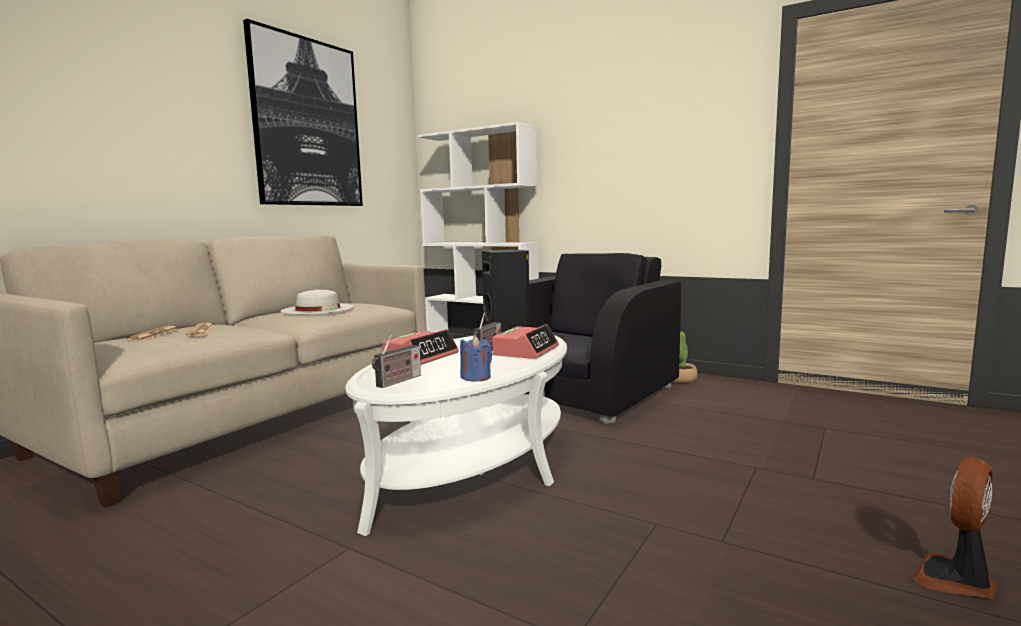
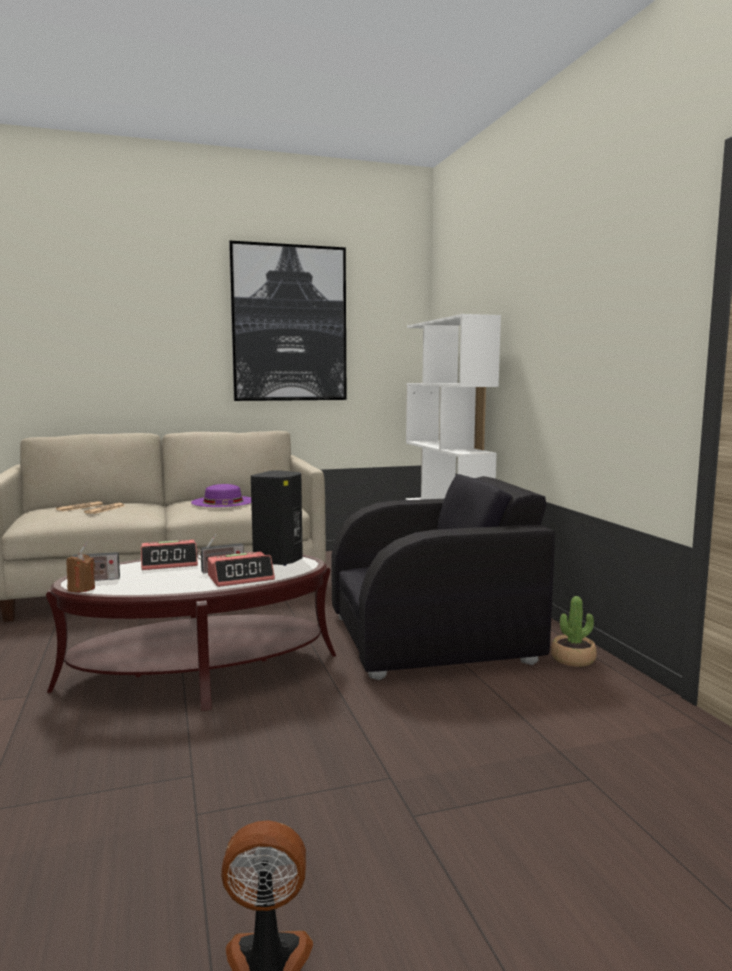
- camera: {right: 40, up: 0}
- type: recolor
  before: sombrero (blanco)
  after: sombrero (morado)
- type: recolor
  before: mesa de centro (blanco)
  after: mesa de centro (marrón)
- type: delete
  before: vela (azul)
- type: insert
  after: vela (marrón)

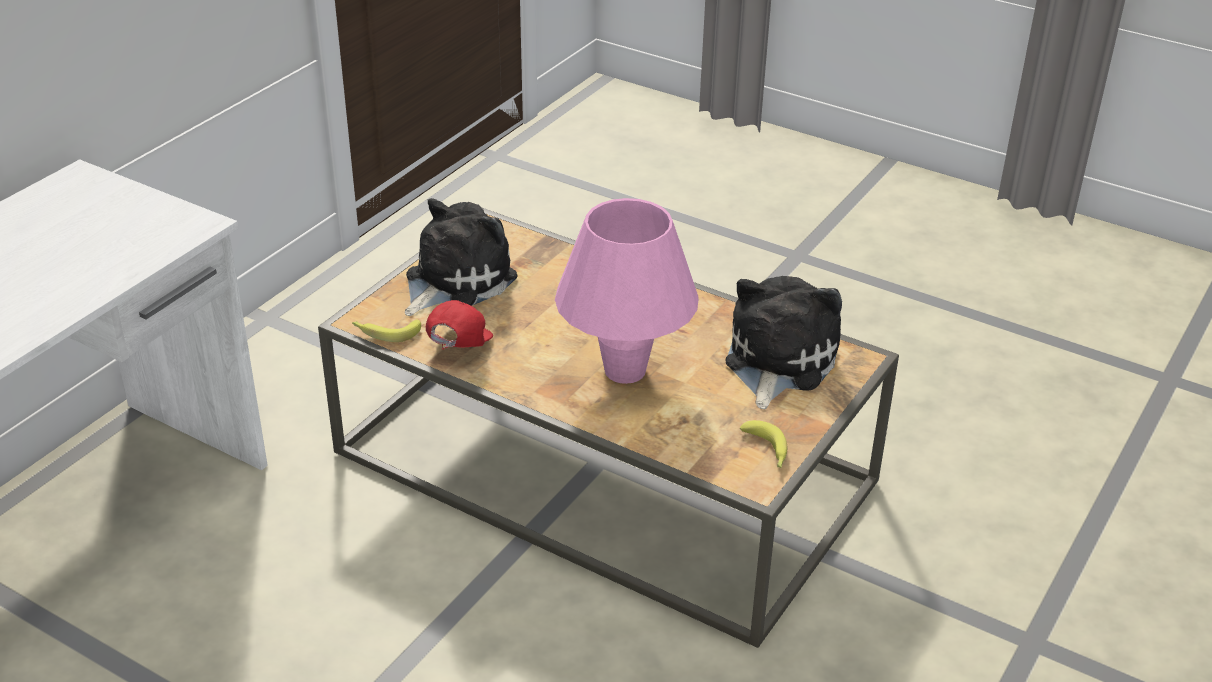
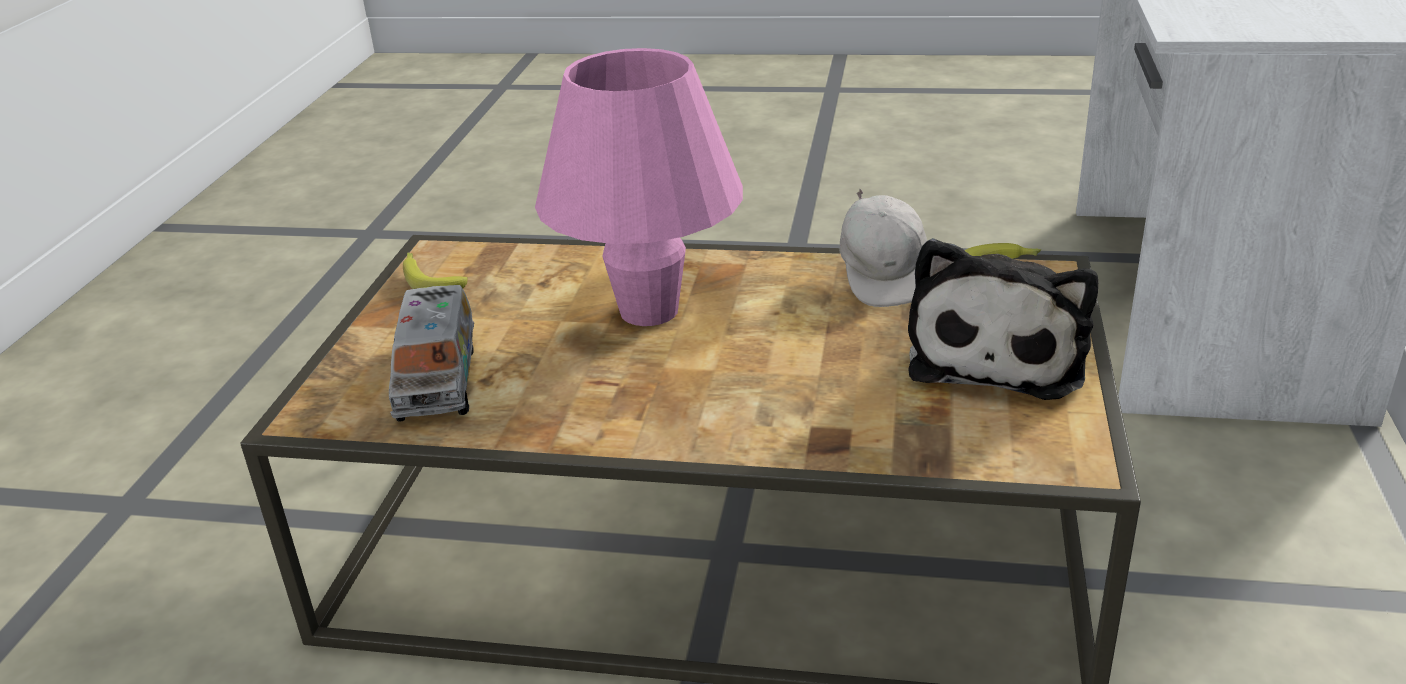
- camera: {right: 160, up: -5}
- type: replace
  before: peluche (2nd from left)
  after: camión de juguete
- type: recolor
  before: gorra (rojo)
  after: gorra (blanco)

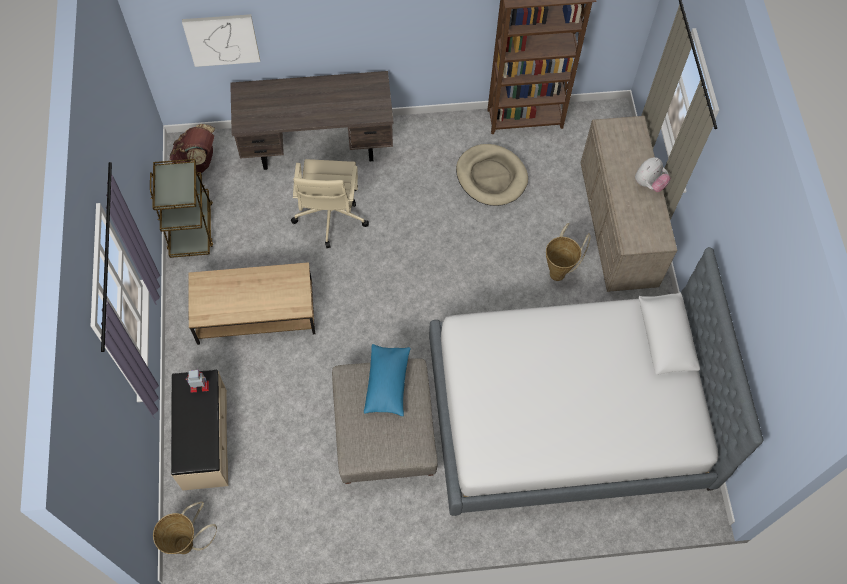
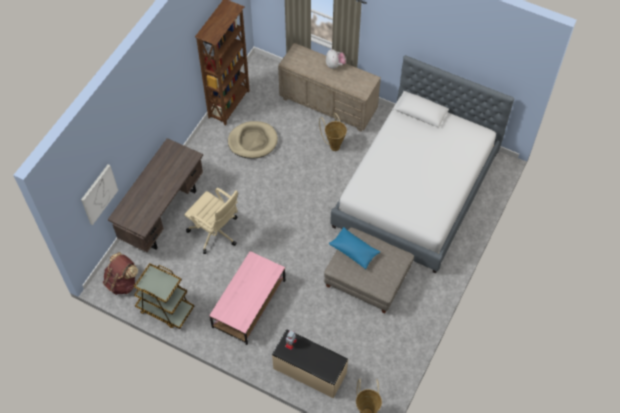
- camera: {right: -55, up: -5}
- type: recolor
  before: mesa de centro (marrón)
  after: mesa de centro (rosa)

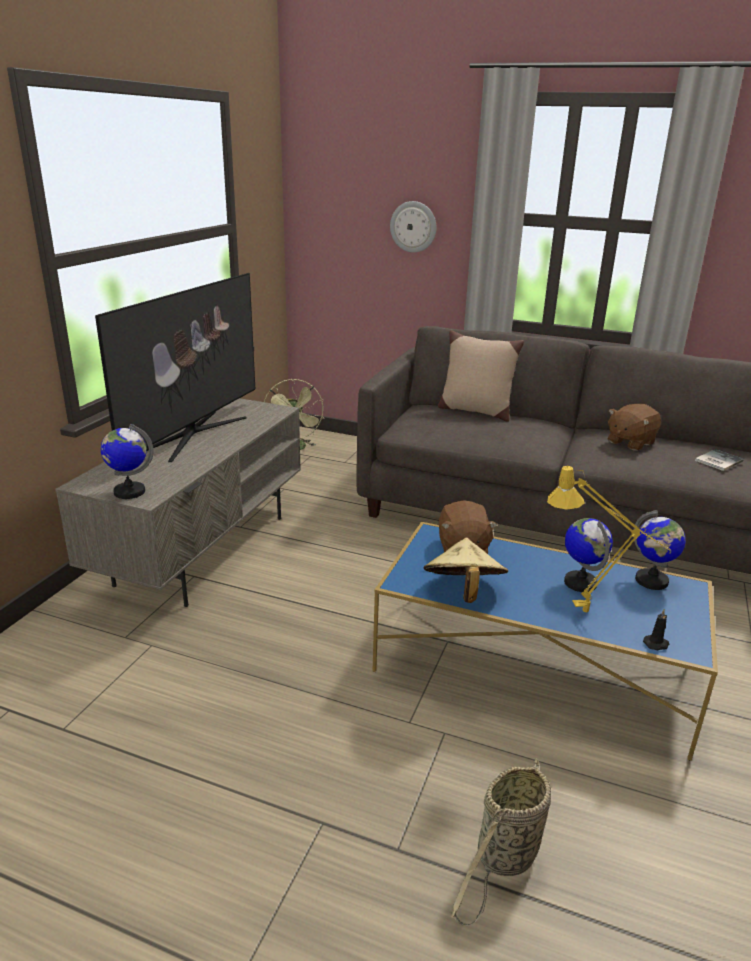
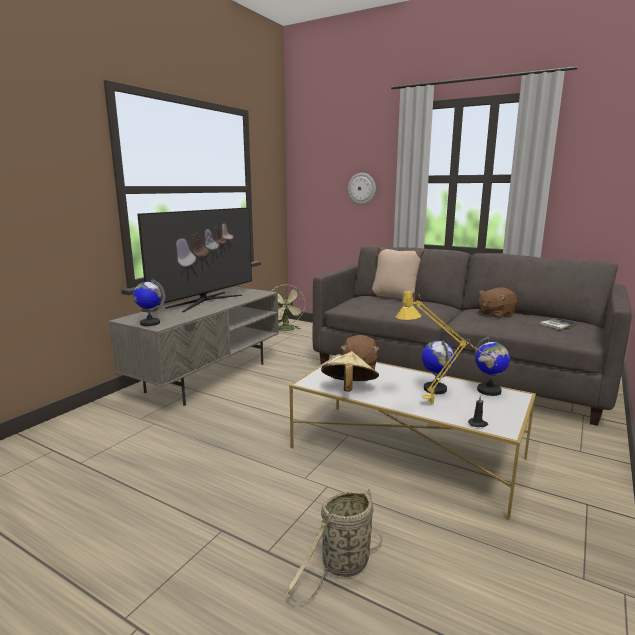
- camera: {right: 10, up: -10}
- type: recolor
  before: mesa de centro (azul)
  after: mesa de centro (blanco)

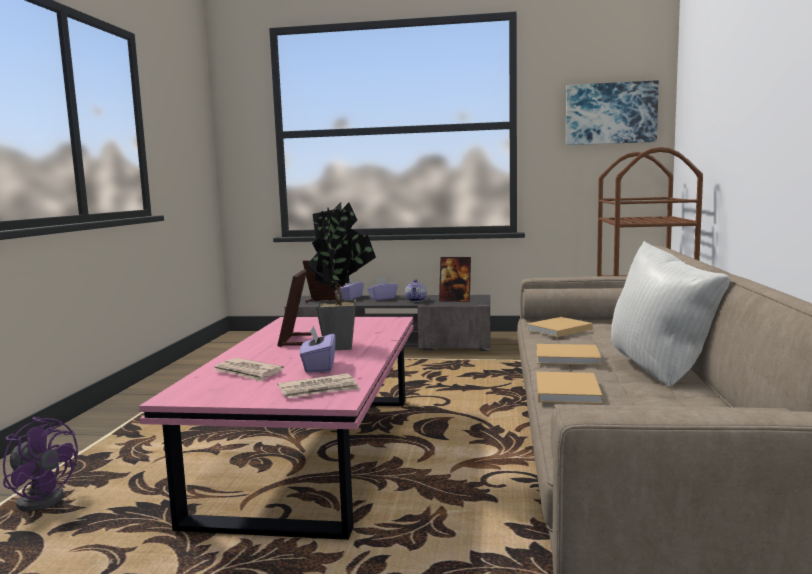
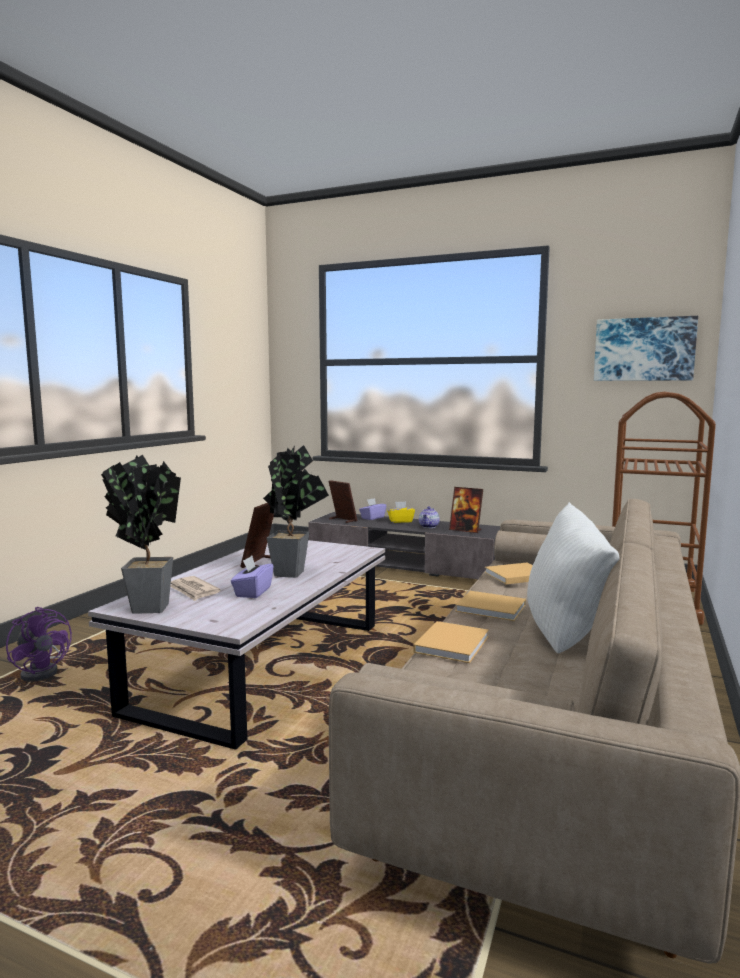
- camera: {right: 15, up: 0}
- type: recolor
  before: caja de pañuelos (morado) (3rd from left)
  after: caja de pañuelos (amarillo)
- type: recolor
  before: mesa de centro (rosa)
  after: mesa de centro (blanco)
- type: delete
  before: periódico (2nd from left)
- type: insert
  after: planta en maceta (1st from left)

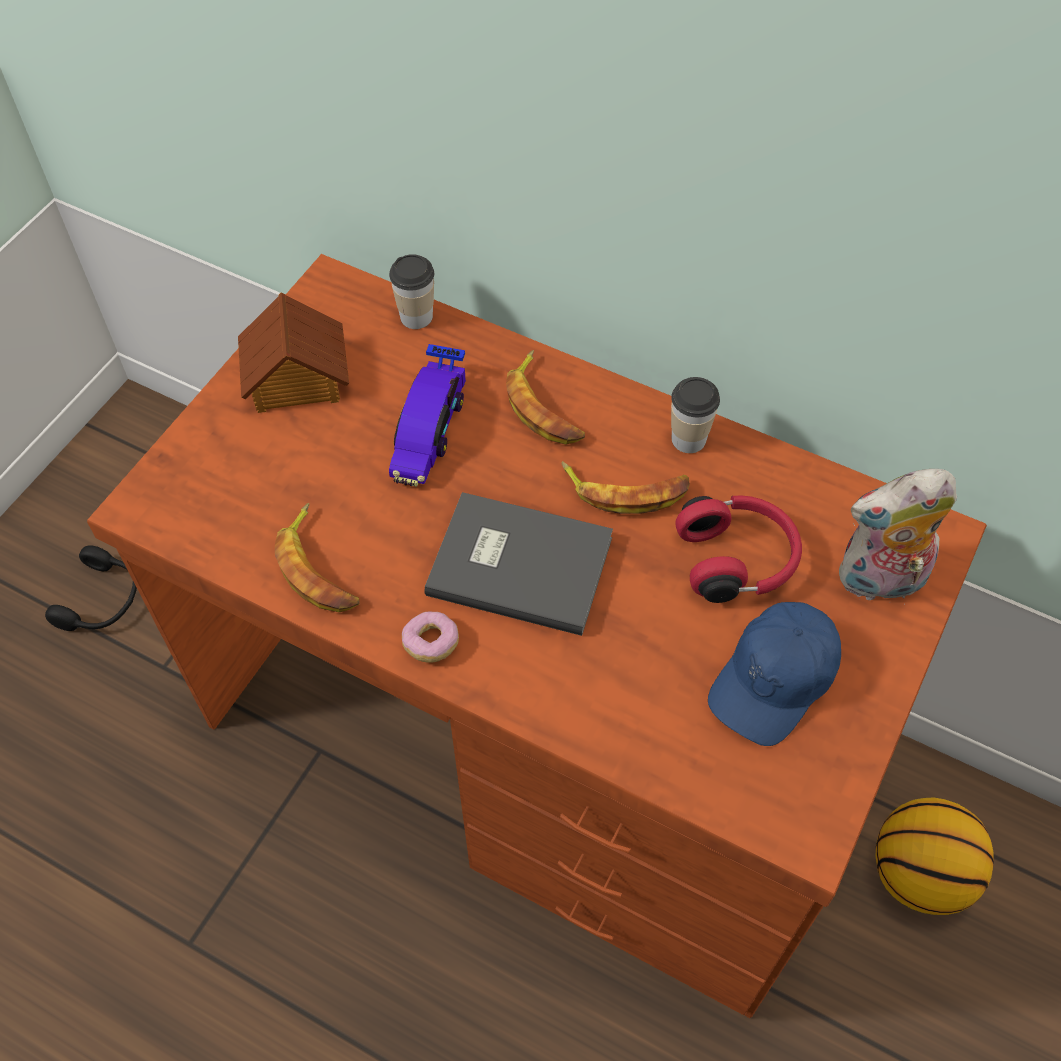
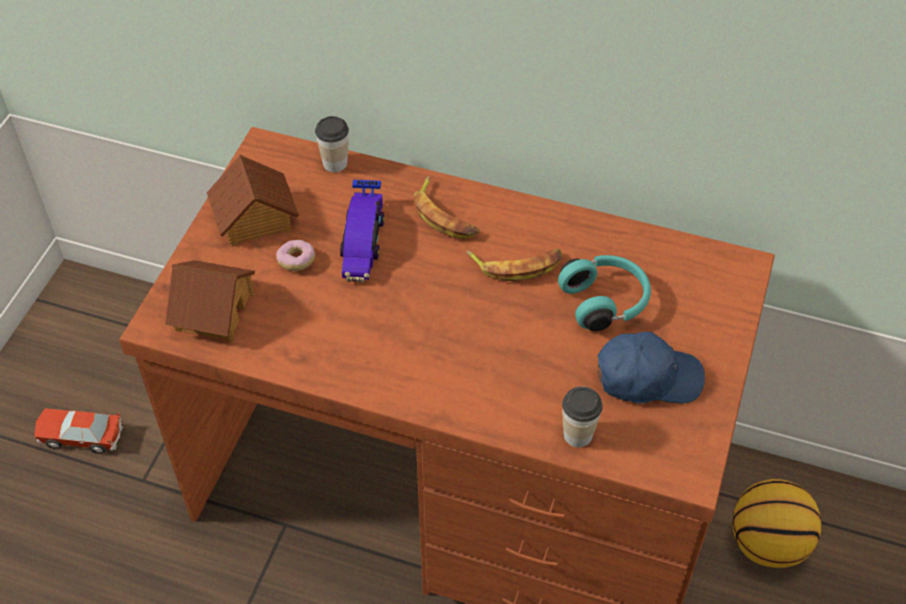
- camera: {right: -10, up: -5}
- type: move
  before: taza (2nd from left)
- type: delete
  before: peluche
- type: delete
  before: libro (gris)
- type: recolor
  before: auriculares (rojo)
  after: auriculares (turquesa)
- type: delete
  before: plátano (1st from left)
- type: replace
  before: auriculares (negro)
  after: coche de juguete (1st from left)
- type: rotate
  before: gorra (azul)
  turn: -120
- type: move
  before: rosquilla
- type: insert
  after: casita (1st from left)

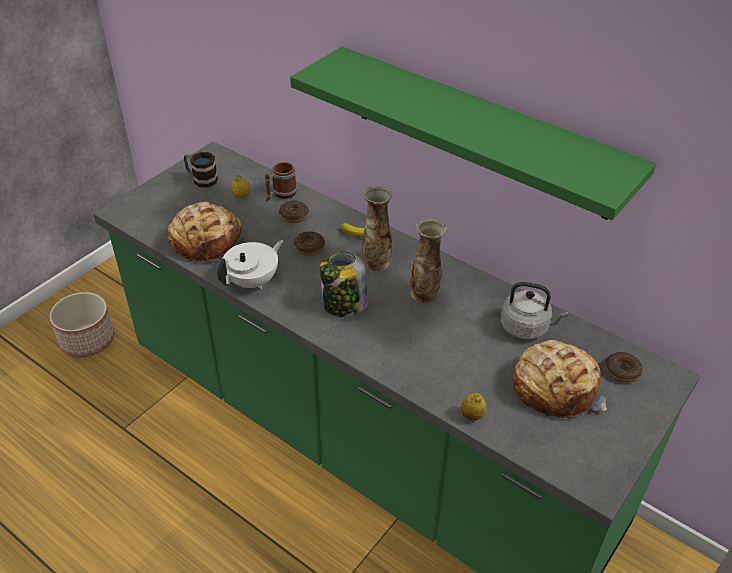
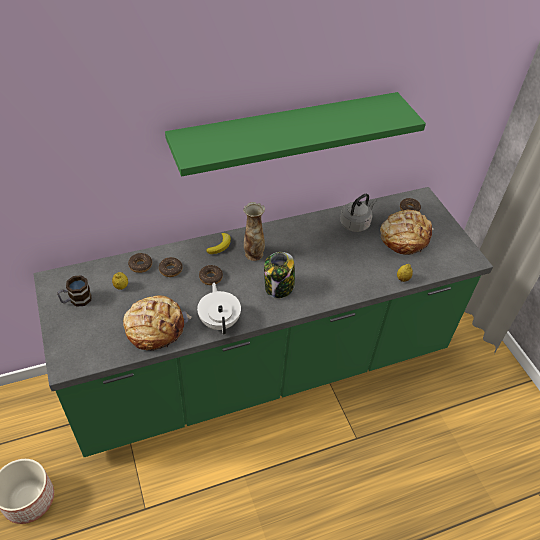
- camera: {right: -60, up: 5}
- type: replace
  before: taza grande (2nd from left)
  after: rosquilla (1st from left)
- type: delete
  before: florero (2nd from left)

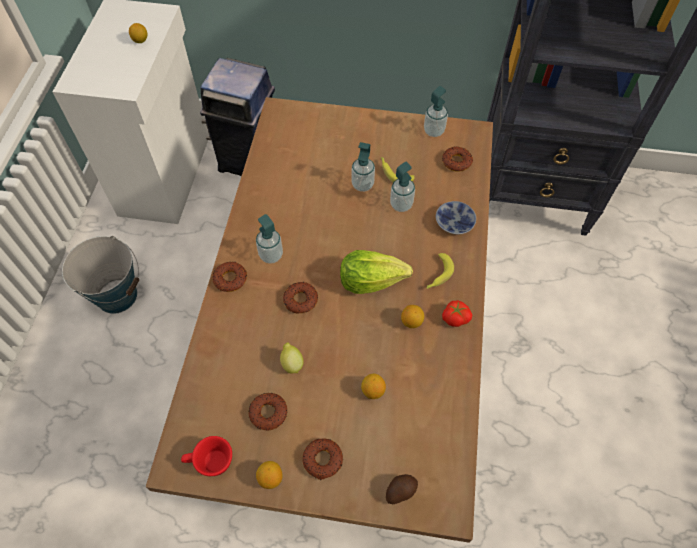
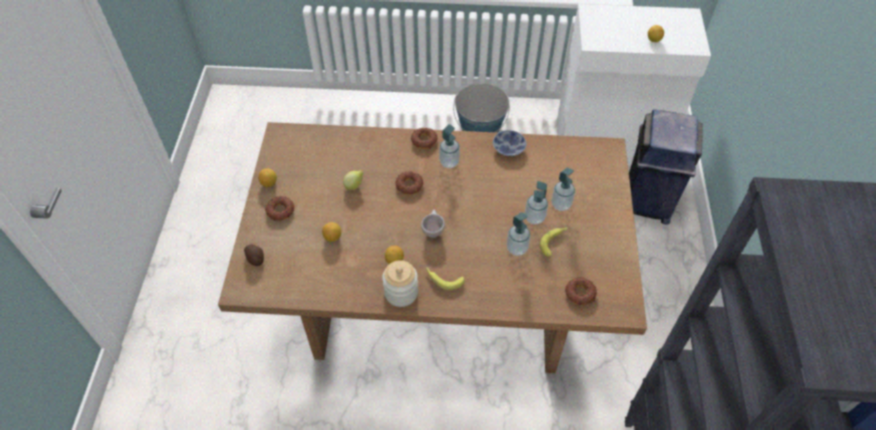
- camera: {right: 85, up: -5}
- type: move
  before: dispensador de jabón (4th from left)
- type: move
  before: cuenco
- type: replace
  before: lechuga
  after: taza (beis)
- type: replace
  before: tomate
  after: tarro
- type: delete
  before: rosquilla (2nd from left)
- type: delete
  before: taza (rojo)

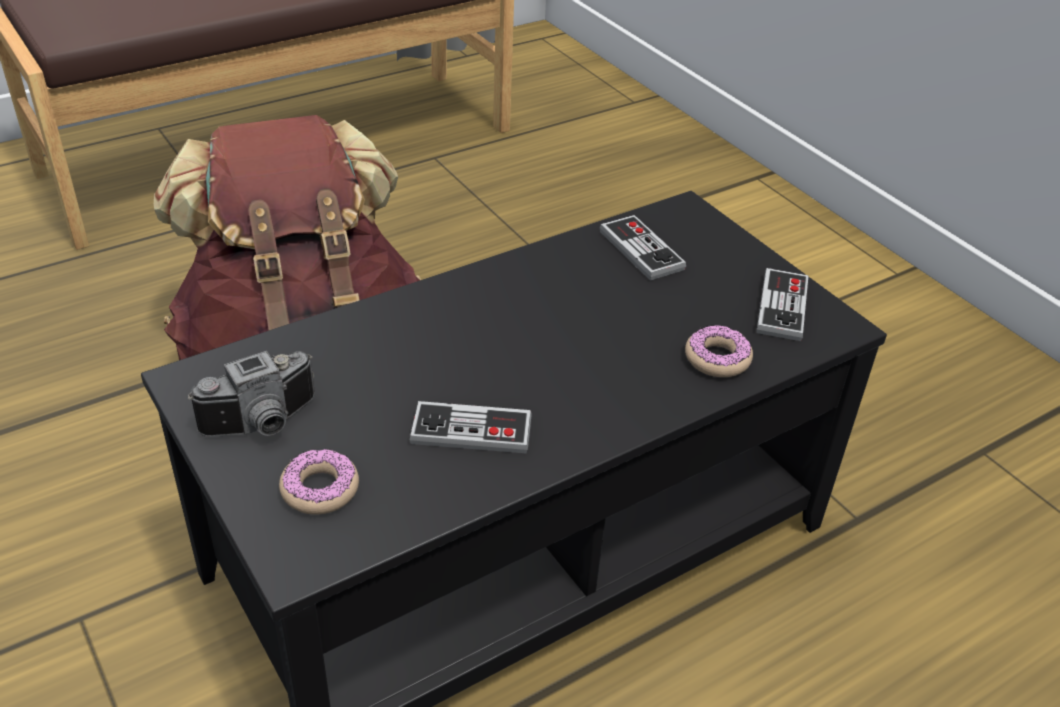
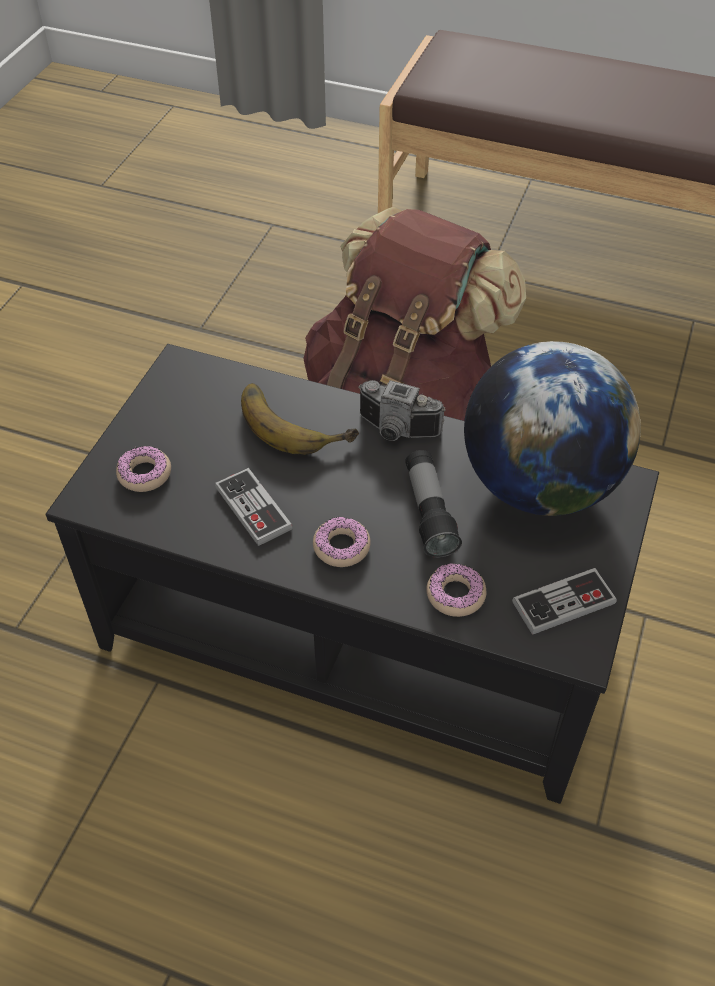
- camera: {right: 55, up: 10}
- type: replace
  before: mando de consola (2nd from left)
  after: globo terráqueo
- type: move
  before: cámara
- type: insert
  after: plátano
- type: insert
  after: linterna
- type: insert
  after: rosquilla (2nd from left)

